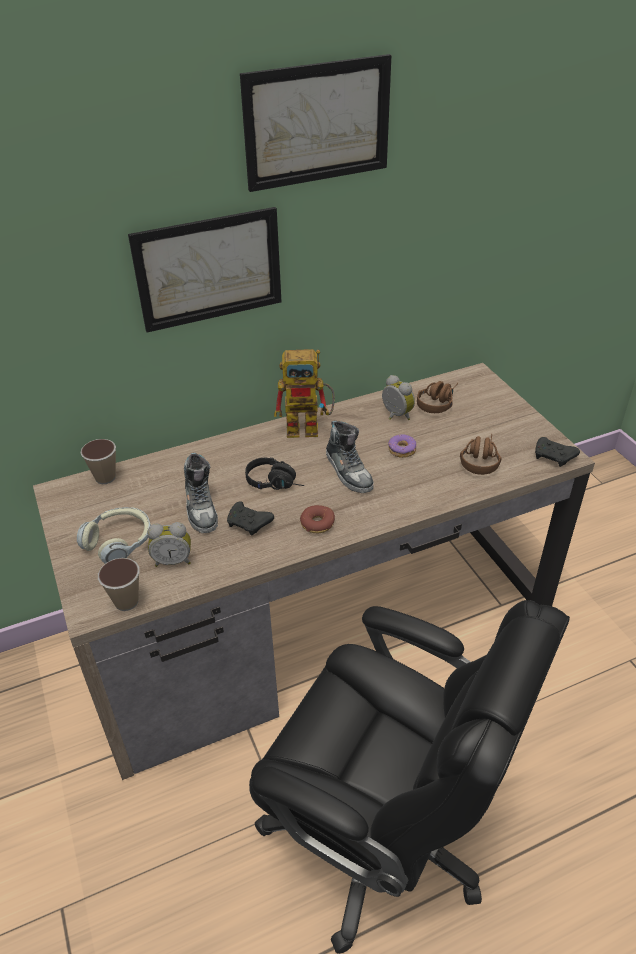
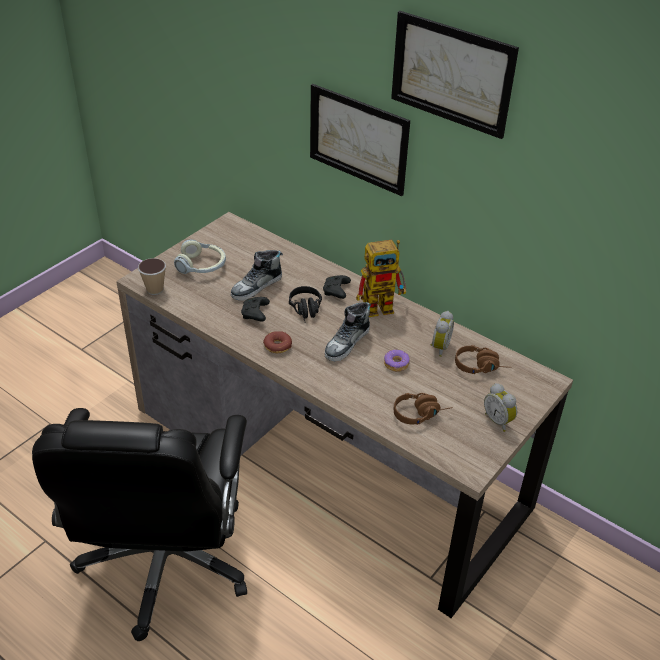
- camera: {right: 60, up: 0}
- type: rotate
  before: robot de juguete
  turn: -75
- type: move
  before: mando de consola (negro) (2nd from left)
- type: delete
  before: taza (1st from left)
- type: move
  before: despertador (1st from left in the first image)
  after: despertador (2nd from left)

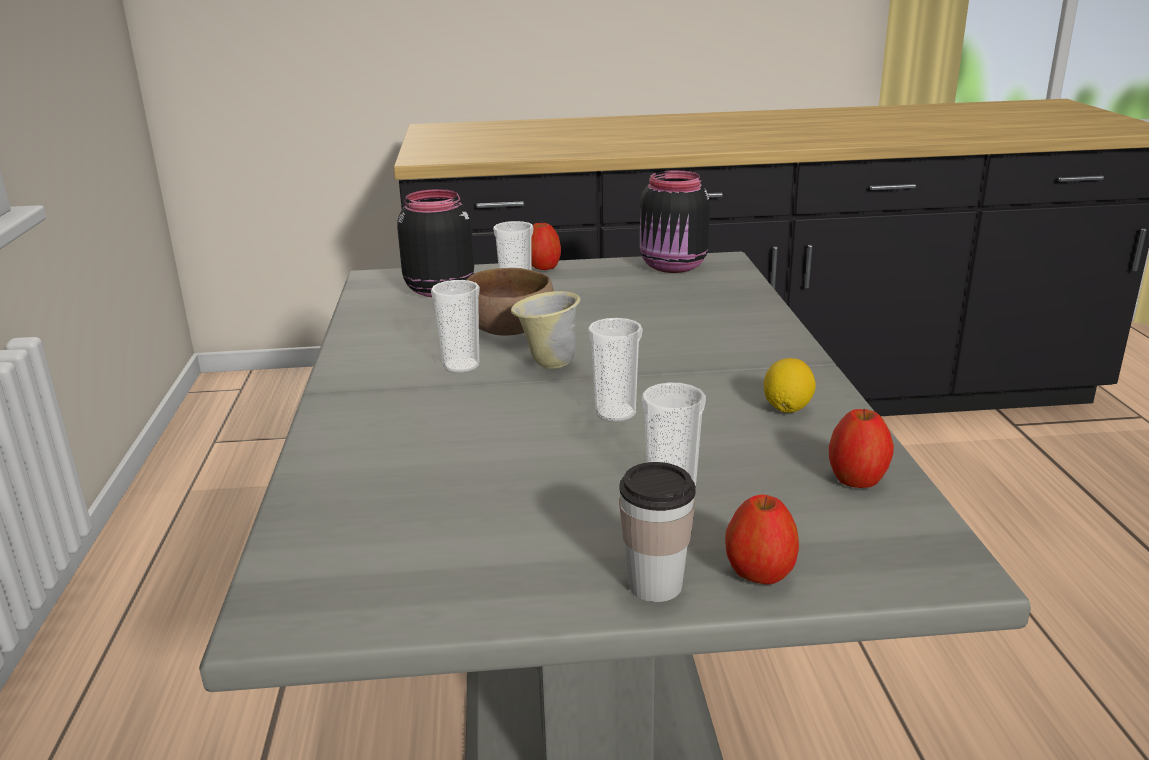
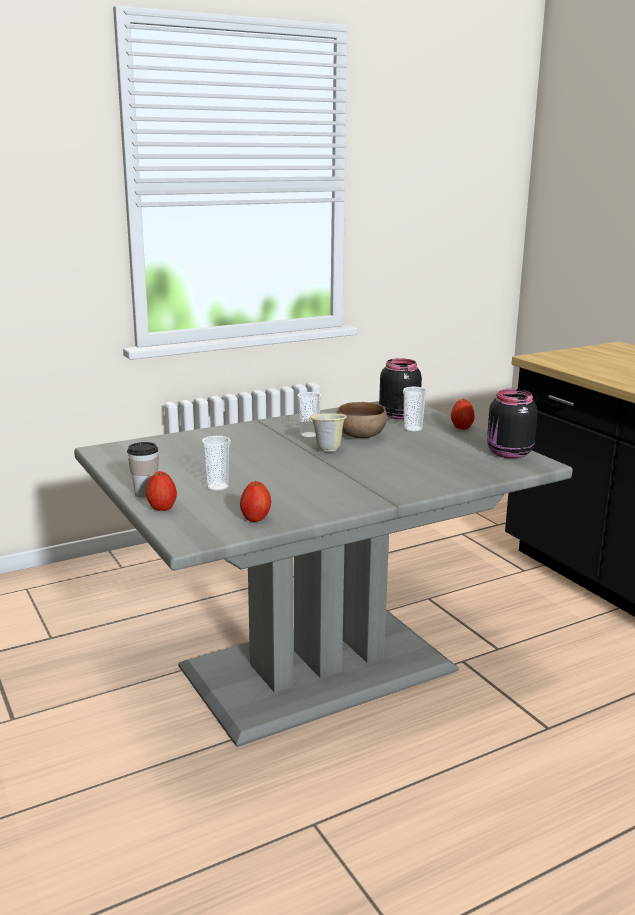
- camera: {right: 65, up: -5}
- type: delete
  before: taza (3rd from left)
- type: delete
  before: limón

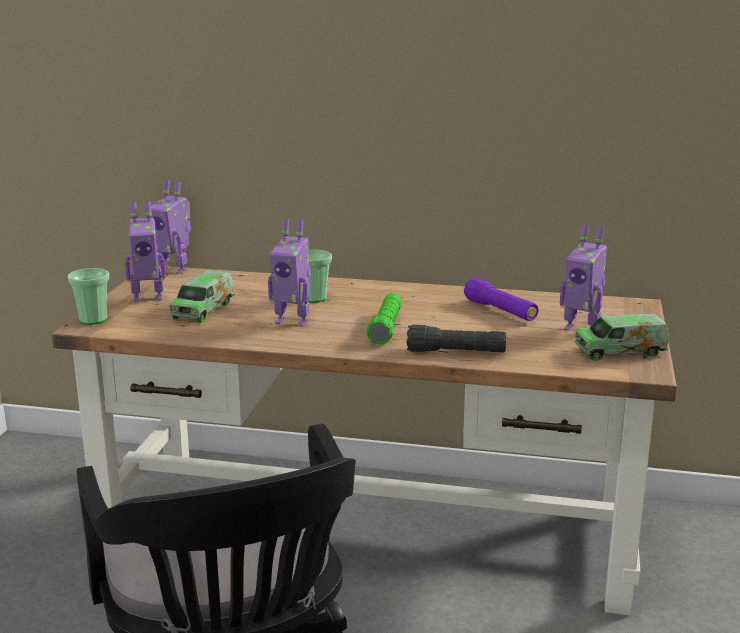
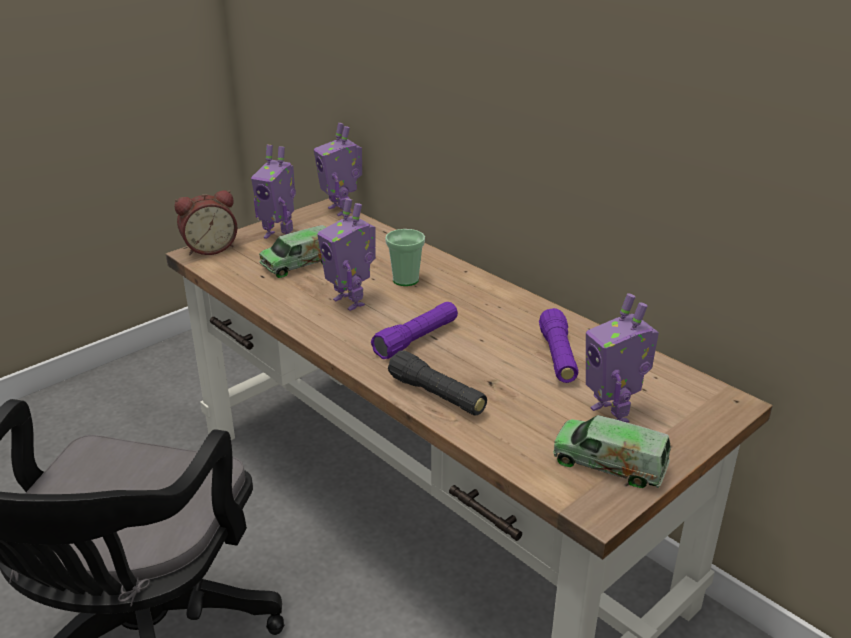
- camera: {right: 35, up: 10}
- type: replace
  before: taza (1st from left)
  after: despertador
- type: recolor
  before: linterna (verde)
  after: linterna (morado) (1st from left)

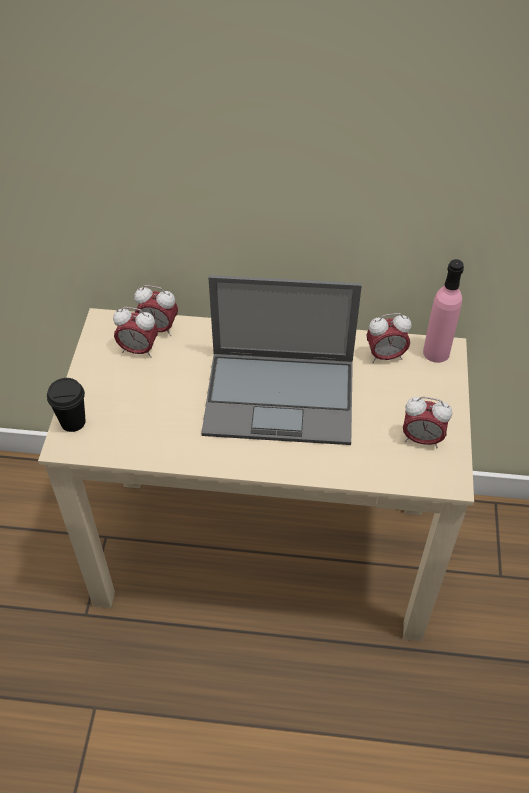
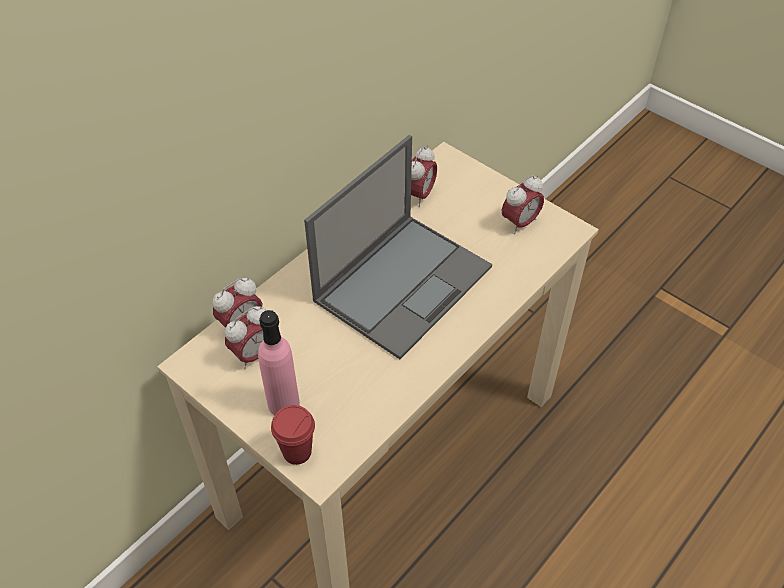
- camera: {right: -55, up: 0}
- type: move
  before: botella (rosa)
- type: recolor
  before: taza (negro)
  after: taza (rojo)

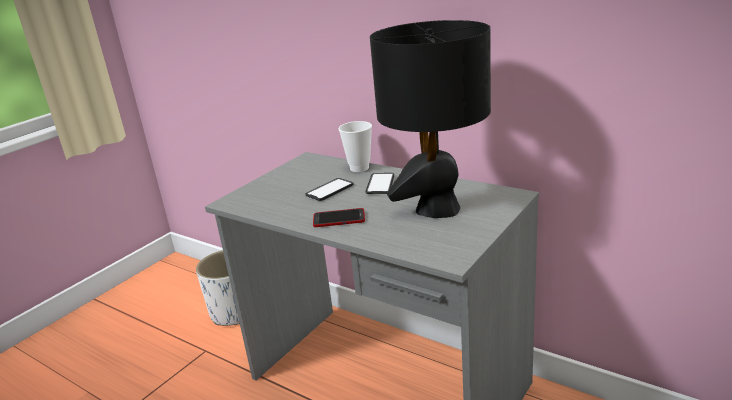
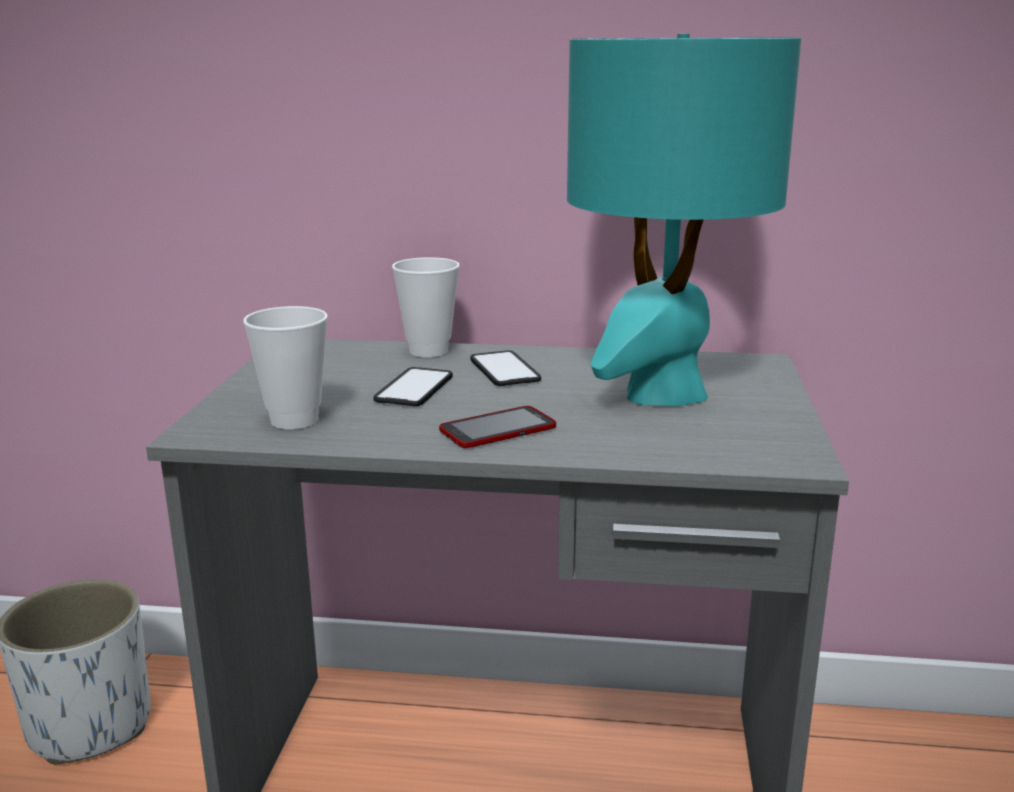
- camera: {right: -30, up: -5}
- type: recolor
  before: lámpara de mesa (negro)
  after: lámpara de mesa (turquesa)
- type: insert
  after: taza (1st from left)

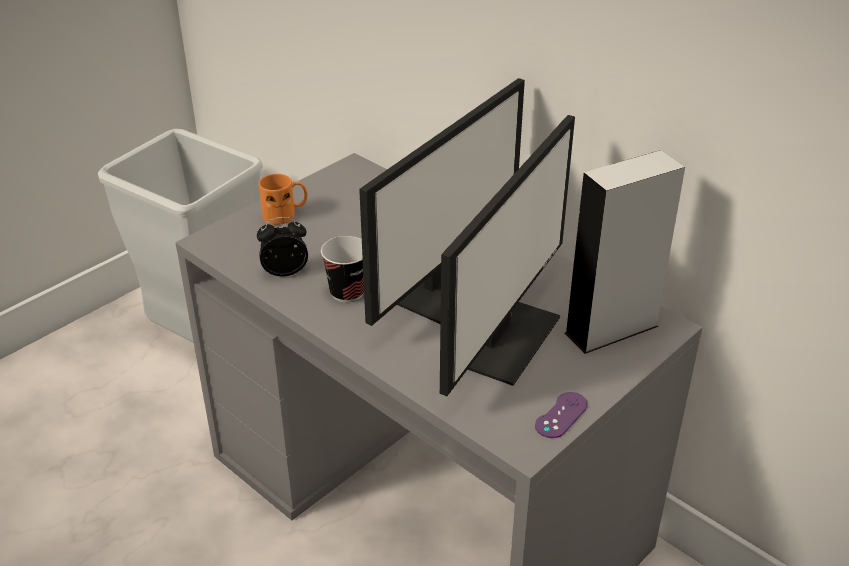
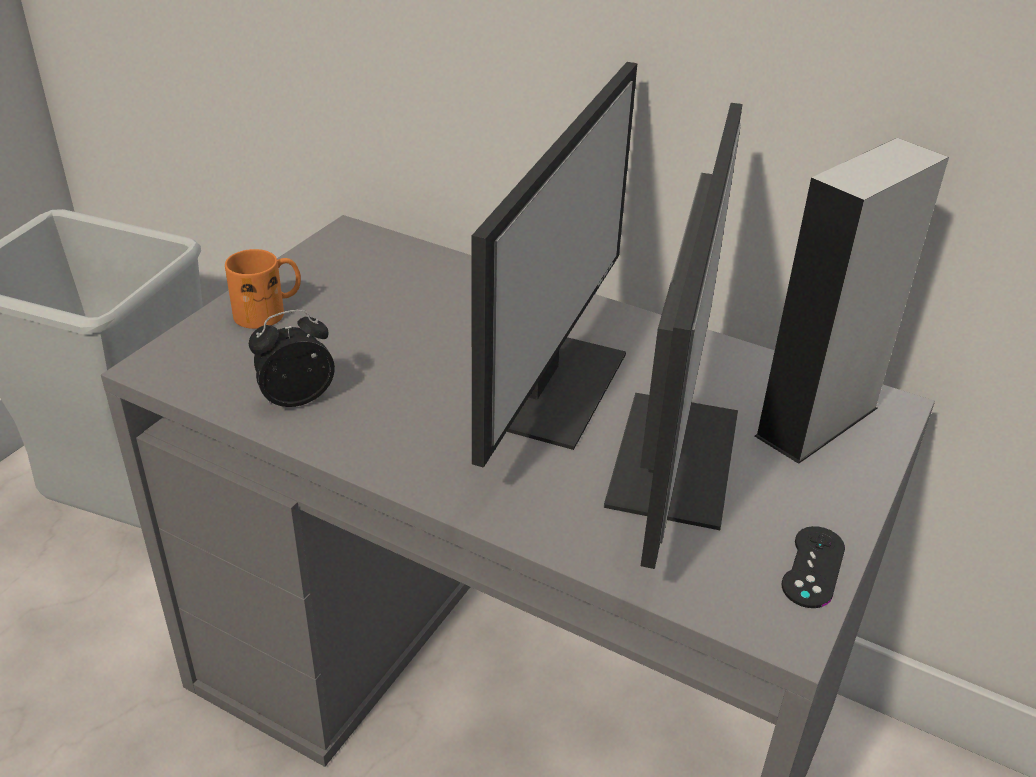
- camera: {right: -15, up: 0}
- type: delete
  before: taza
- type: recolor
  before: mando de consola (morado)
  after: mando de consola (negro)

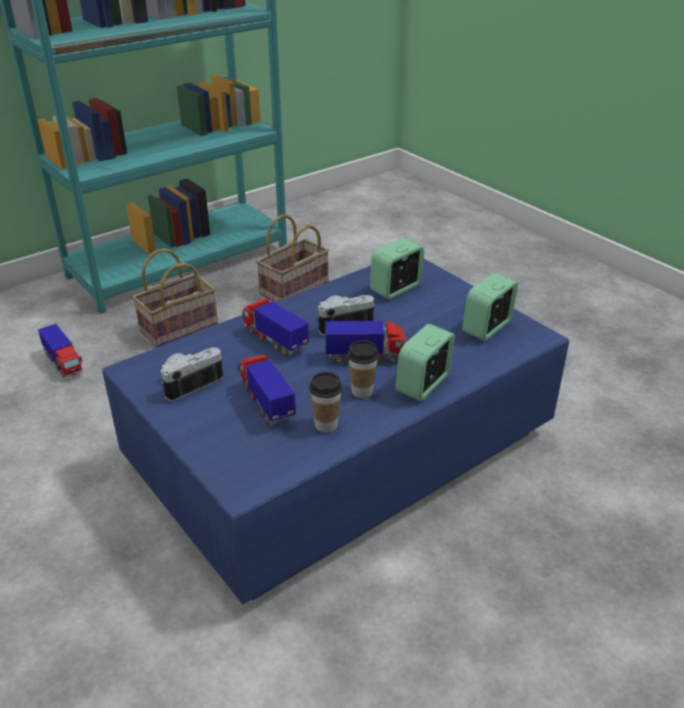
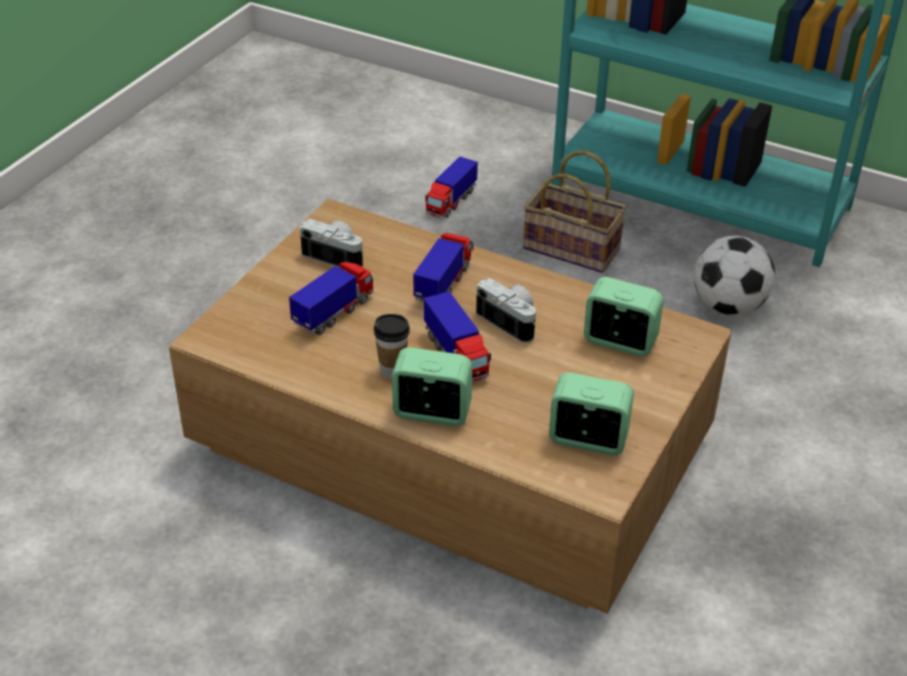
- camera: {right: 65, up: 5}
- type: replace
  before: cesta (2nd from left)
  after: balón de fútbol
- type: recolor
  before: mesa de centro (azul)
  after: mesa de centro (marrón)
- type: delete
  before: taza (1st from left)

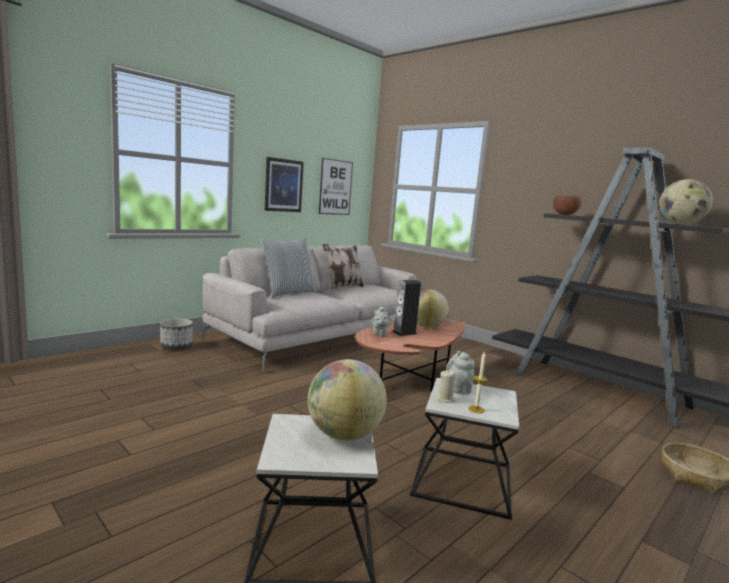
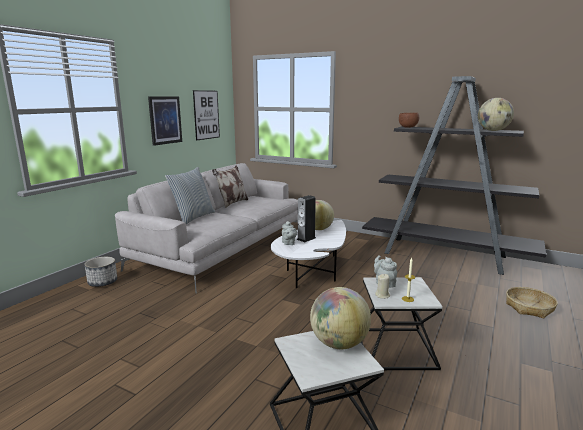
- camera: {right: -15, up: 5}
- type: recolor
  before: mesa de centro (marrón)
  after: mesa de centro (blanco)

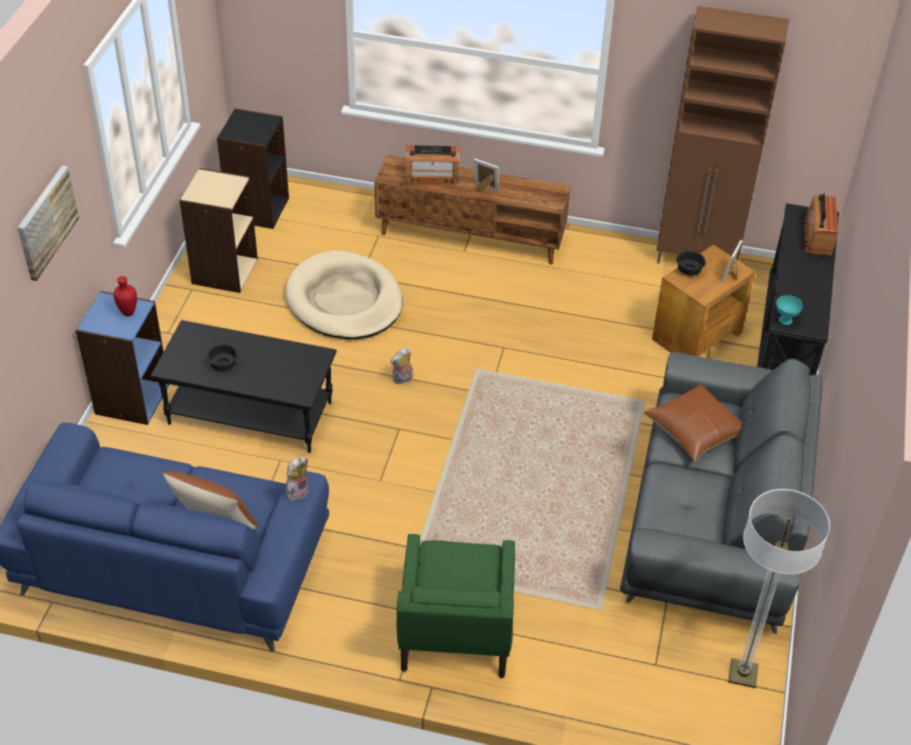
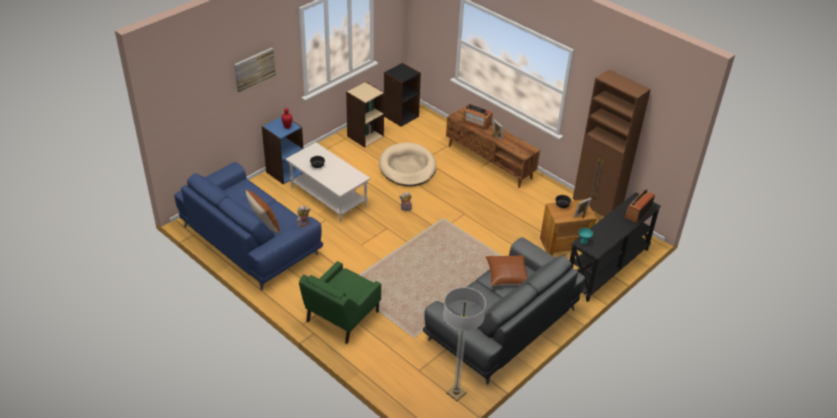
- camera: {right: 30, up: -5}
- type: recolor
  before: mesa de centro (negro)
  after: mesa de centro (blanco)

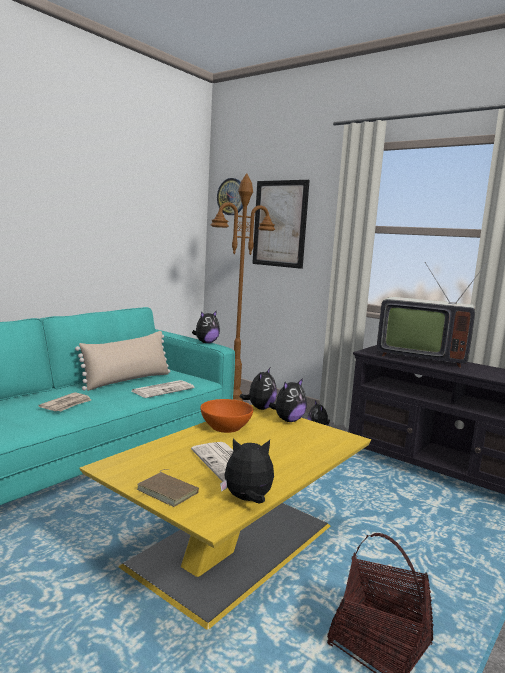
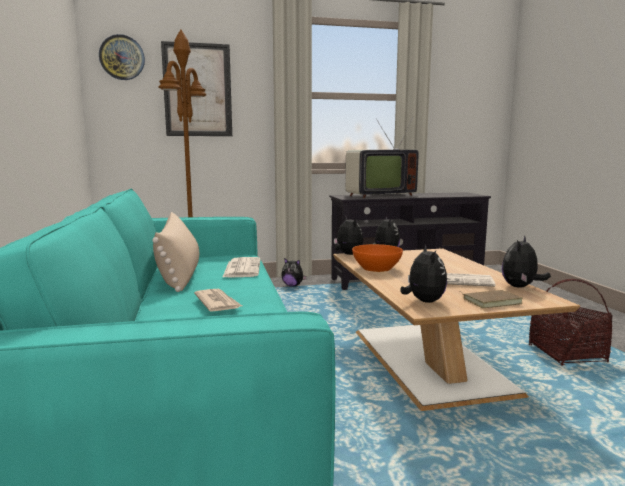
- camera: {right: -50, up: 0}
- type: move
  before: peluche (1st from left in the first image)
  after: peluche (4th from left)
- type: recolor
  before: mesa de centro (amarillo)
  after: mesa de centro (marrón)

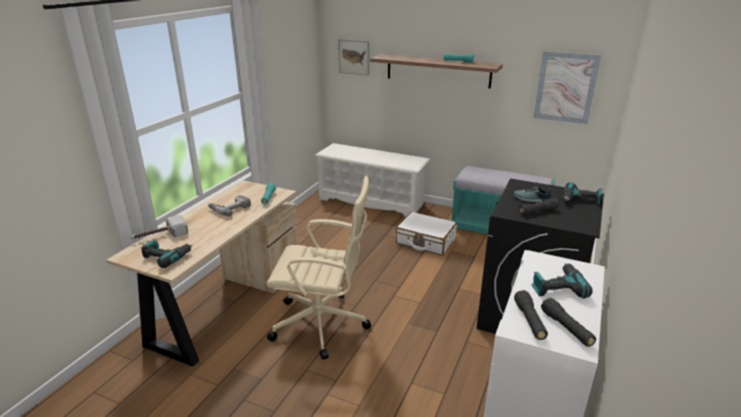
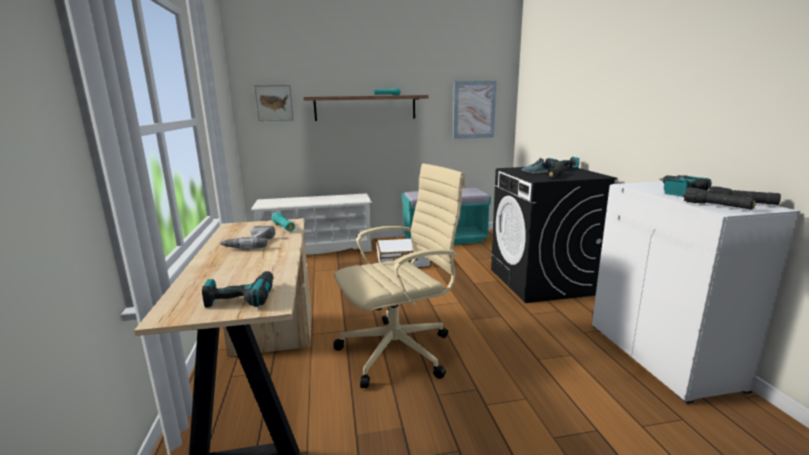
- camera: {right: -35, up: -10}
- type: delete
  before: martillo

